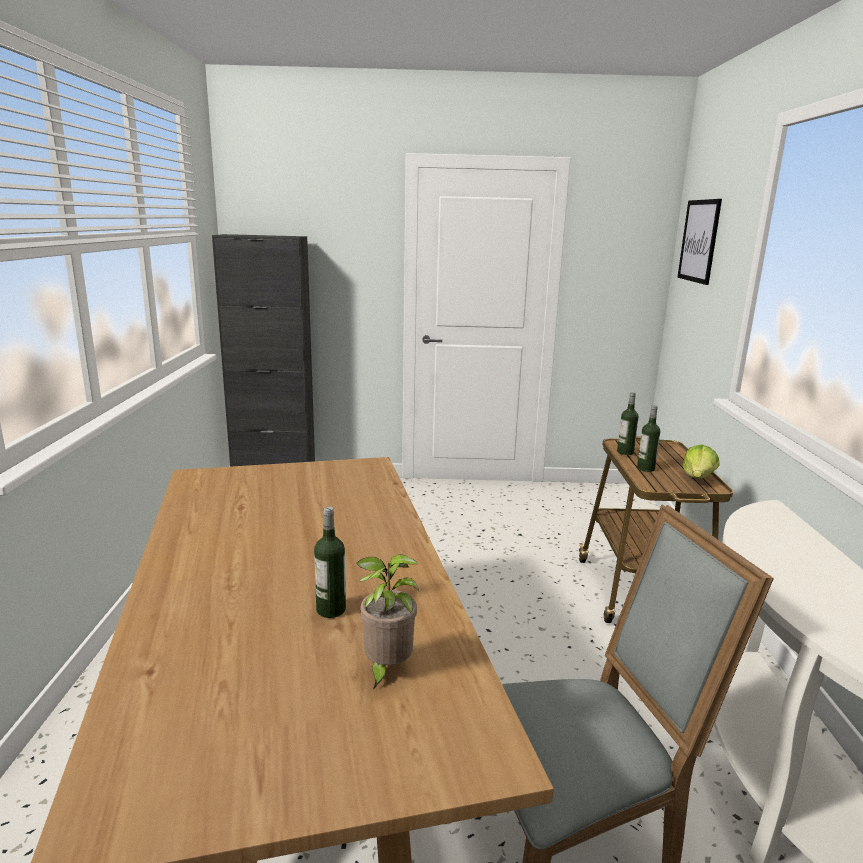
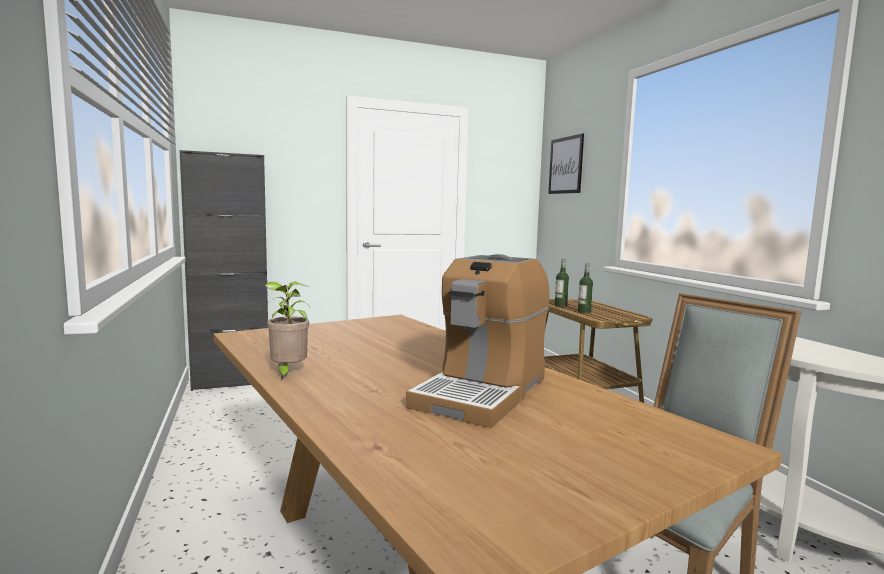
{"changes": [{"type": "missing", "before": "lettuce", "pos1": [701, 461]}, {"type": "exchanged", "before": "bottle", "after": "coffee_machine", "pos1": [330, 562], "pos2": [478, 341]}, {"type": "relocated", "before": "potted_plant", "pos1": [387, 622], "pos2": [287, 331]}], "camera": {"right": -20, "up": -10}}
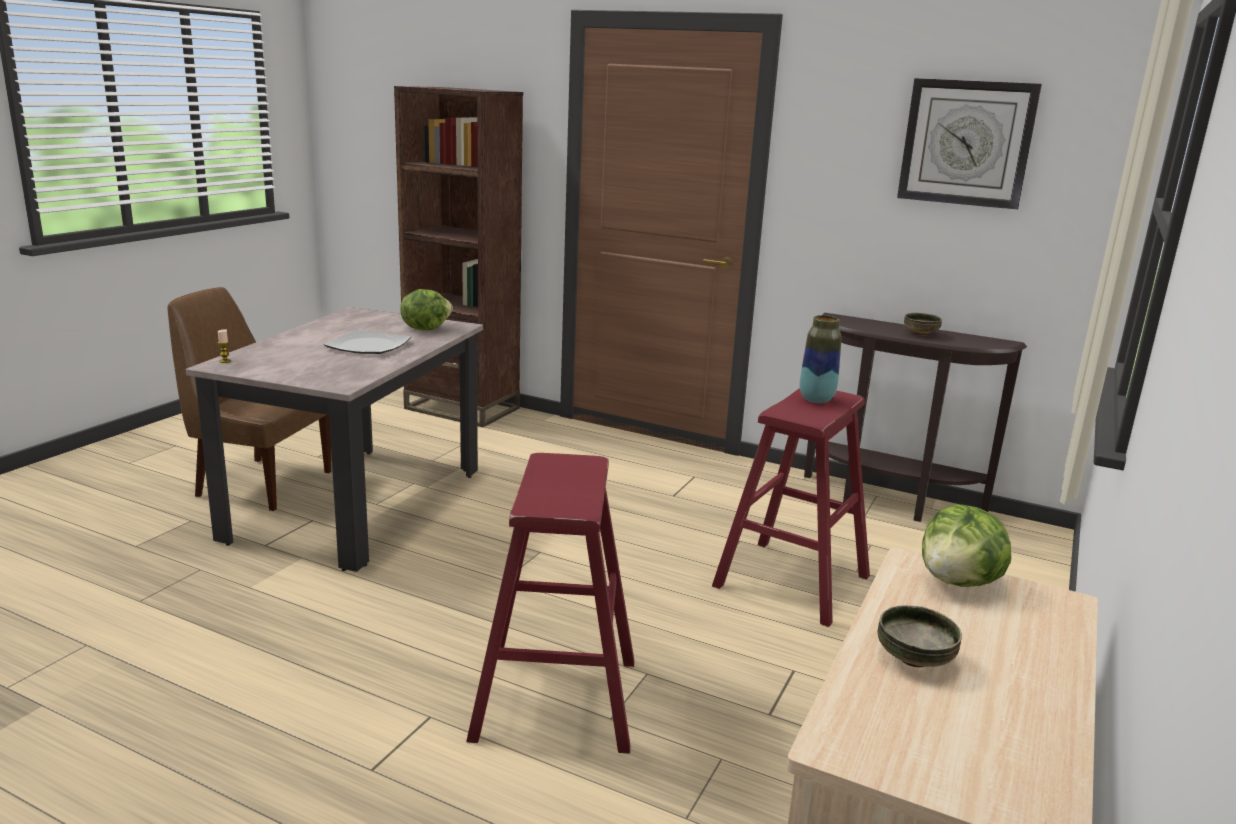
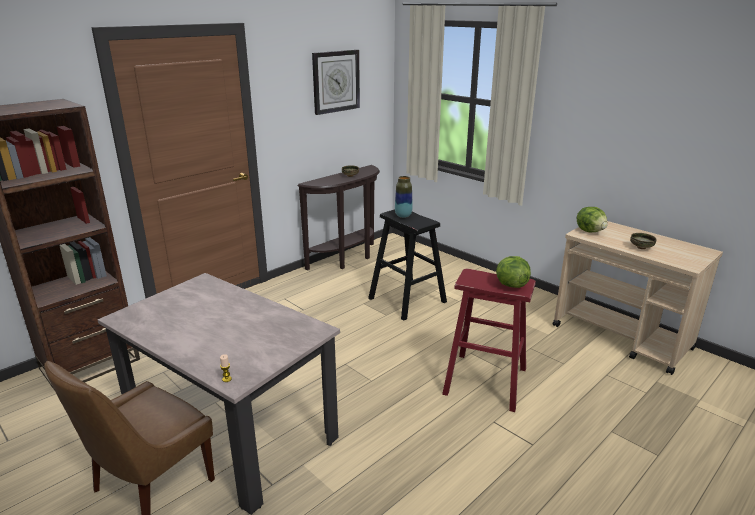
{"changes": [{"type": "relocated", "before": "lettuce", "pos1": [426, 310], "pos2": [513, 272]}, {"type": "missing", "before": "plate", "pos1": [367, 341]}, {"type": "colour", "before": "red_stool", "after": "black_stool", "pos1": [791, 507], "pos2": [407, 264]}], "camera": {"right": -70, "up": 5}}
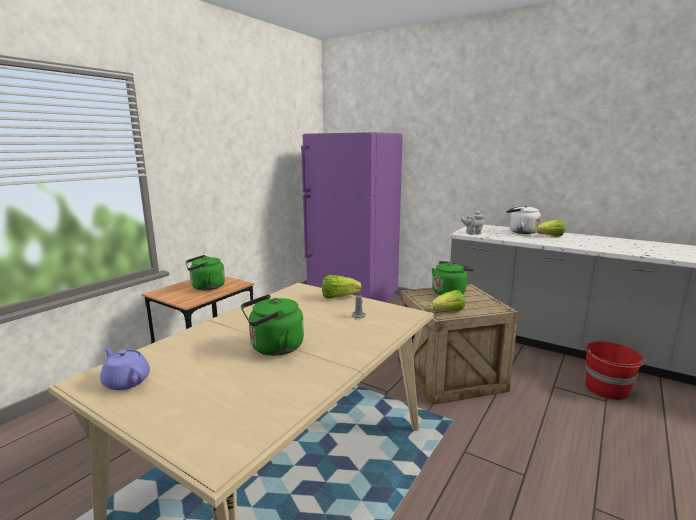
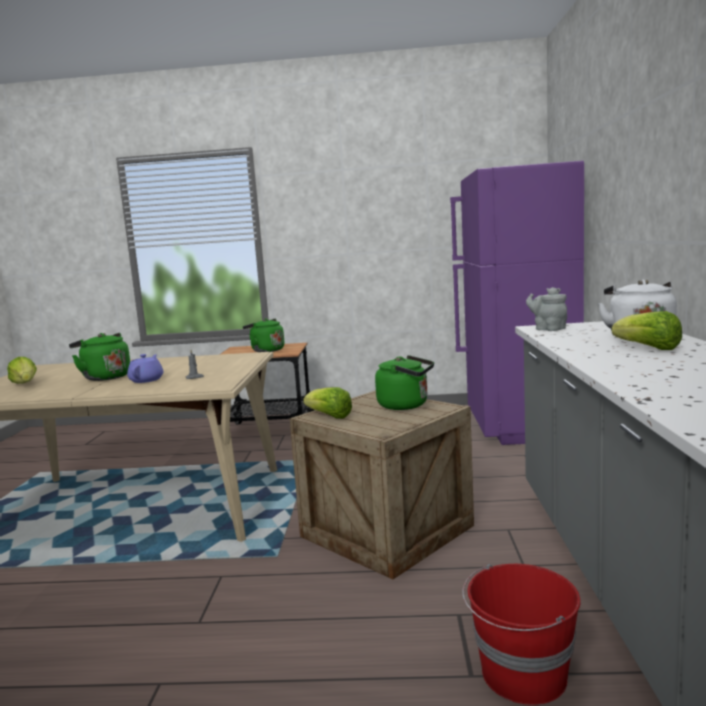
{"changes": [{"type": "relocated", "before": "lettuce", "pos1": [342, 287], "pos2": [22, 370]}, {"type": "relocated", "before": "purple_teapot", "pos1": [125, 368], "pos2": [145, 368]}], "camera": {"right": 60, "up": -5}}
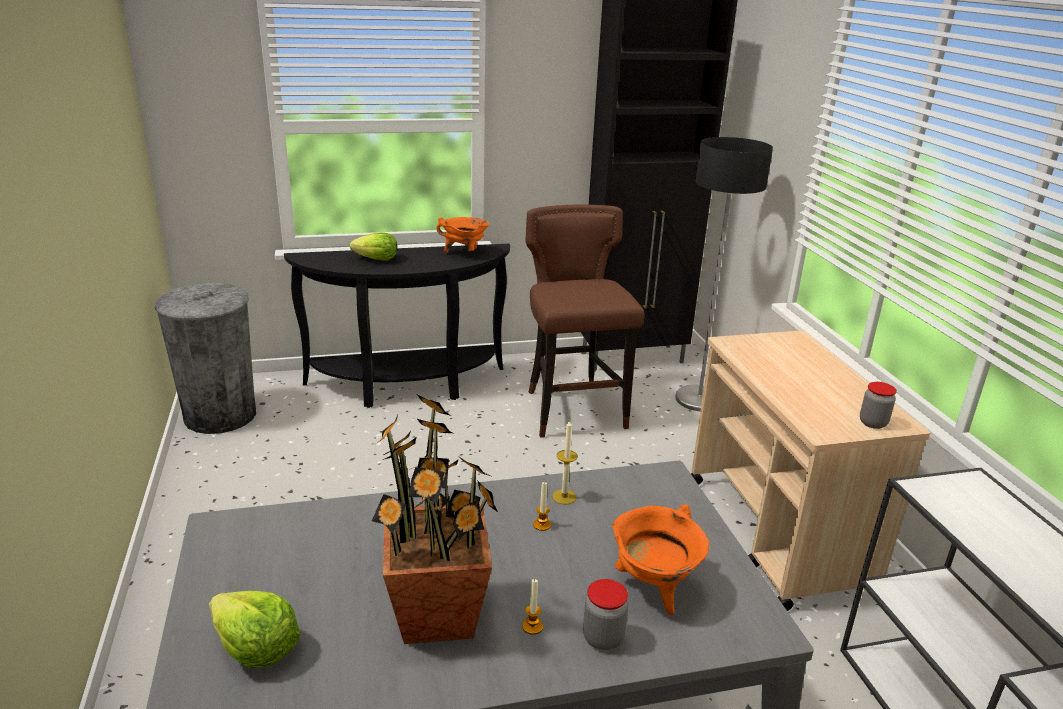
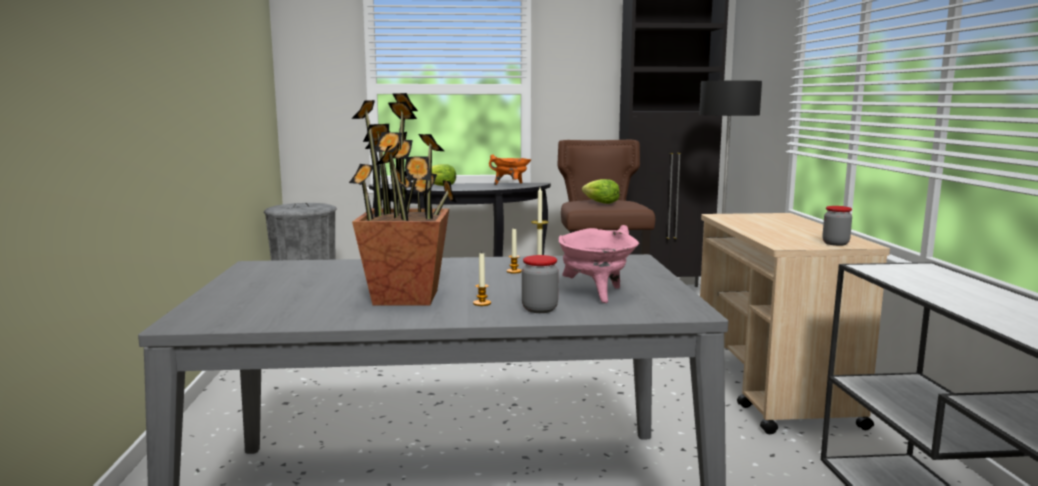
{"changes": [{"type": "colour", "before": "orange_cooking_pot", "after": "pink_cooking_pot", "pos1": [660, 559], "pos2": [599, 264]}, {"type": "relocated", "before": "lettuce", "pos1": [254, 630], "pos2": [601, 191]}], "camera": {"right": 10, "up": -15}}
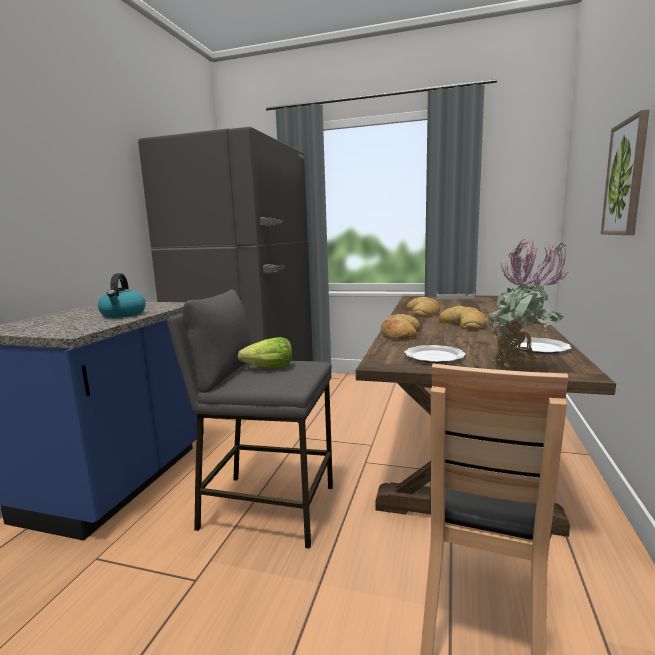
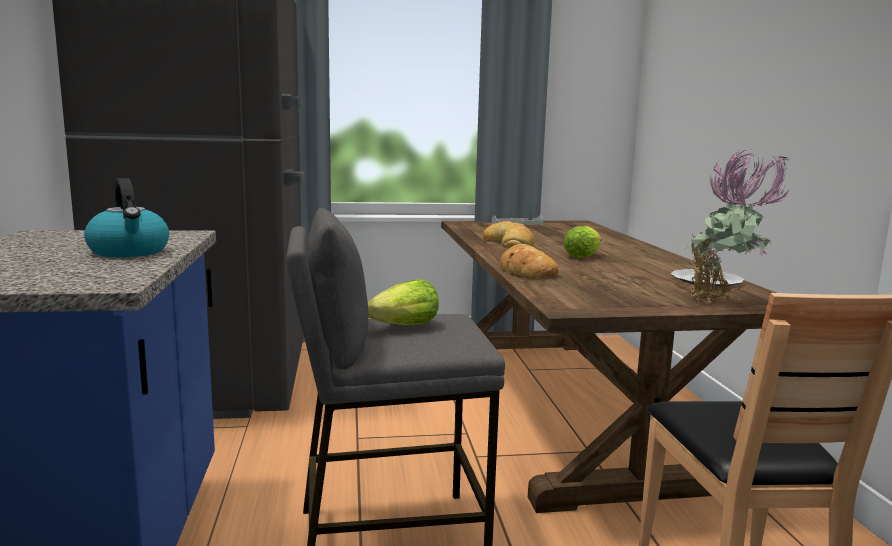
{"changes": [{"type": "missing", "before": "picture", "pos1": [625, 172]}, {"type": "exchanged", "before": "bread", "after": "lettuce", "pos1": [463, 318], "pos2": [582, 242]}, {"type": "missing", "before": "plate", "pos1": [435, 354]}], "camera": {"right": -25, "up": 0}}
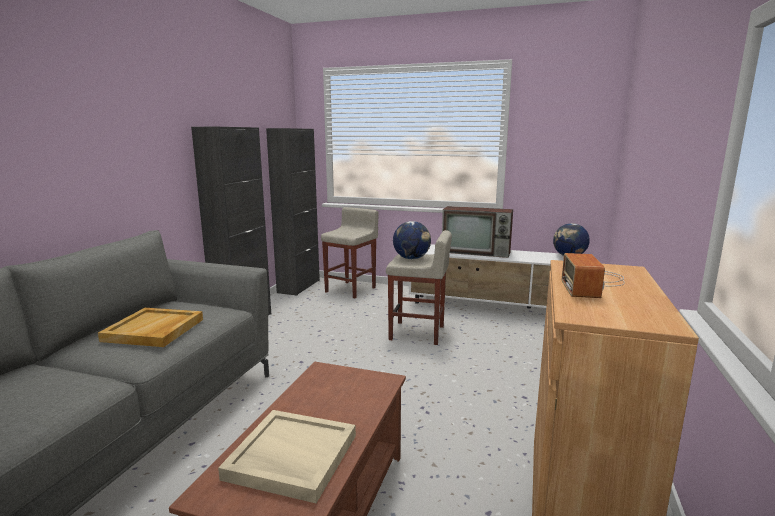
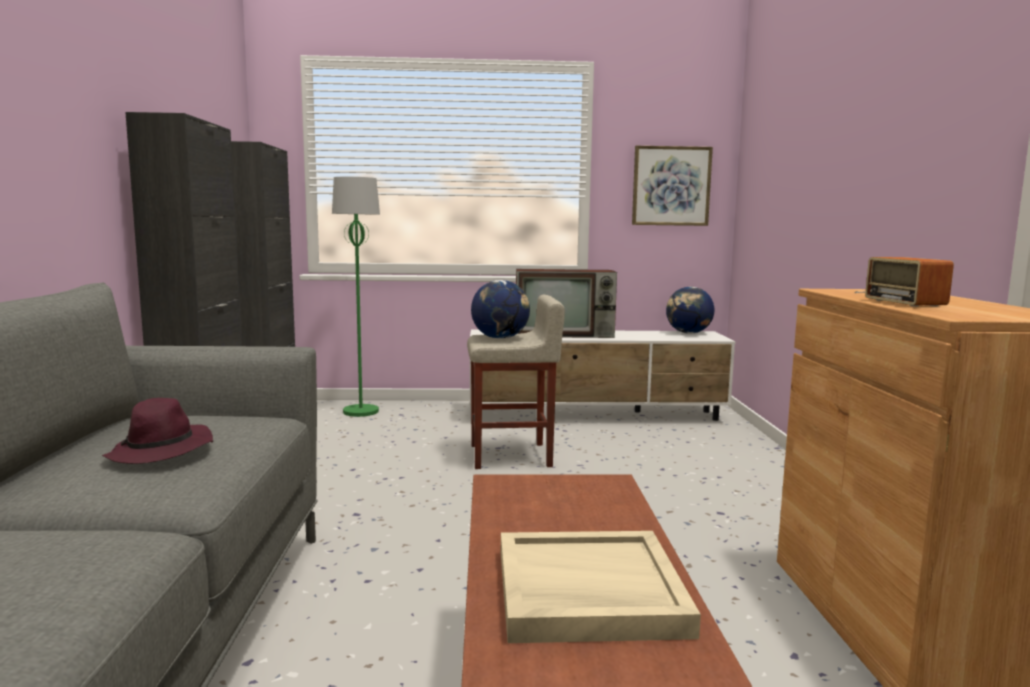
{"changes": [{"type": "exchanged", "before": "beige_stool", "after": "green_floor_lamp", "pos1": [349, 252], "pos2": [356, 297]}, {"type": "exchanged", "before": "beige_tray", "after": "purple_hat", "pos1": [150, 327], "pos2": [157, 431]}, {"type": "appeared", "after": "picture", "pos2": [672, 186]}], "camera": {"right": -20, "up": -5}}
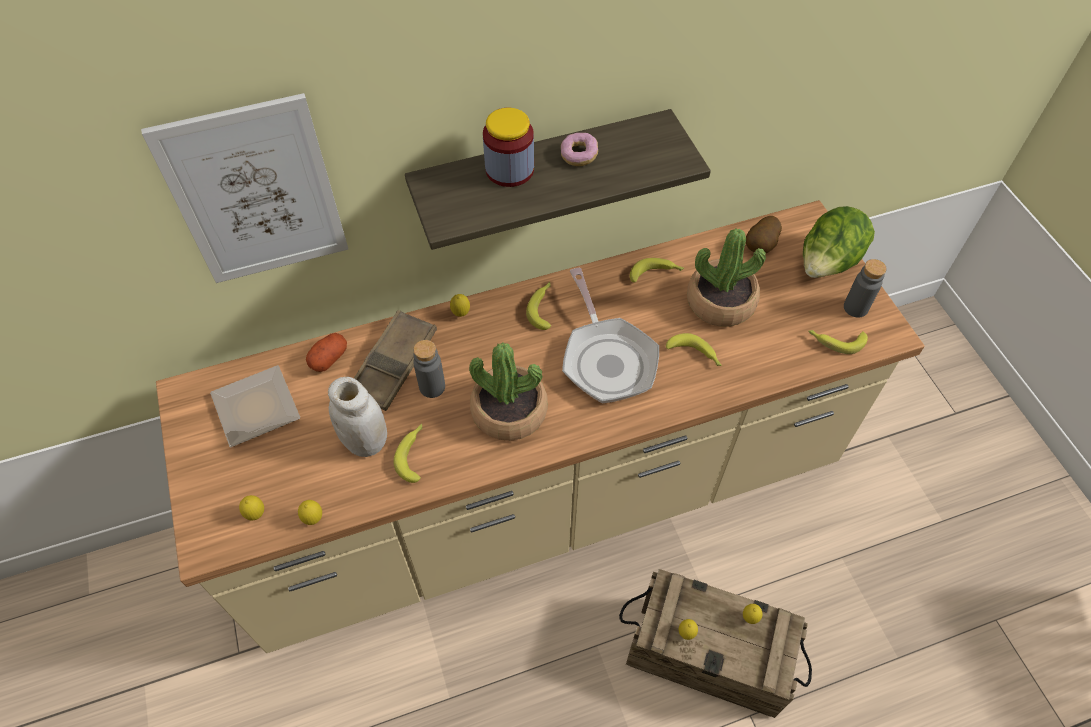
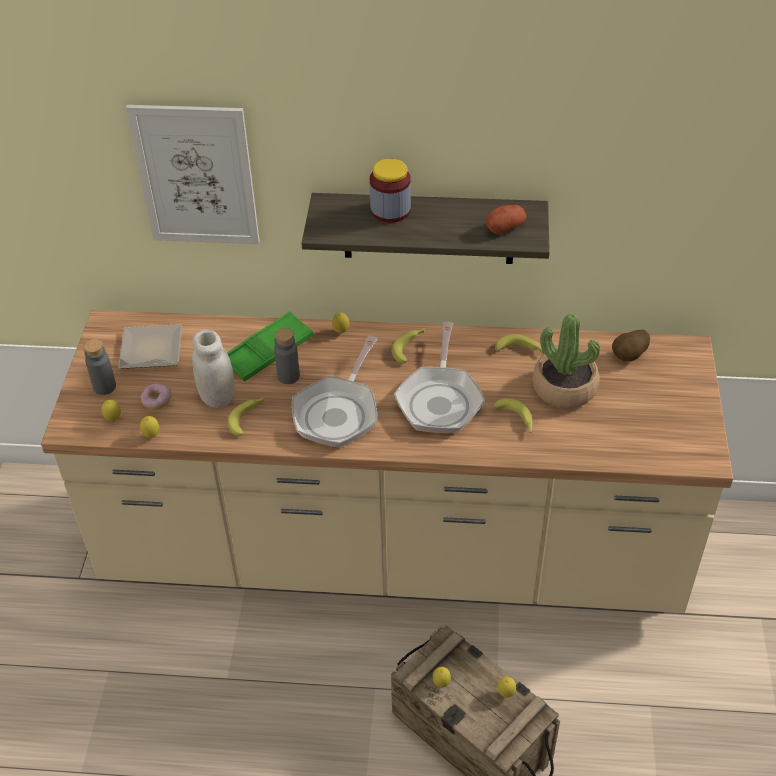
{"changes": [{"type": "relocated", "before": "donut", "pos1": [579, 149], "pos2": [156, 396]}, {"type": "missing", "before": "lettuce", "pos1": [839, 242]}, {"type": "relocated", "before": "grey_bottle", "pos1": [865, 288], "pos2": [100, 367]}, {"type": "colour", "before": "brown_tray", "after": "green_tray", "pos1": [395, 360], "pos2": [270, 346]}, {"type": "missing", "before": "banana", "pos1": [838, 342]}, {"type": "relocated", "before": "potato", "pos1": [326, 352], "pos2": [506, 219]}, {"type": "exchanged", "before": "potted_plant", "after": "frying_pan", "pos1": [508, 391], "pos2": [335, 392]}], "camera": {"right": 25, "up": -10}}
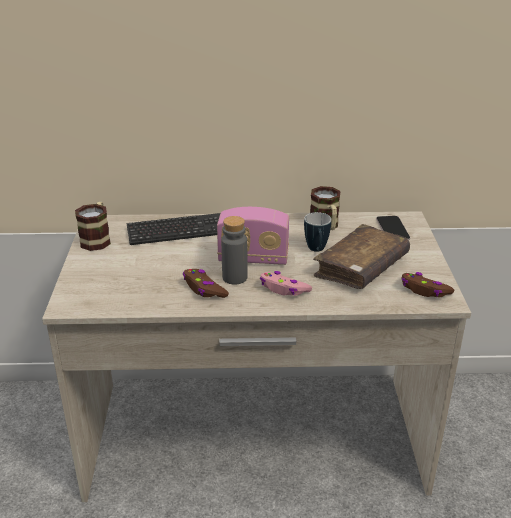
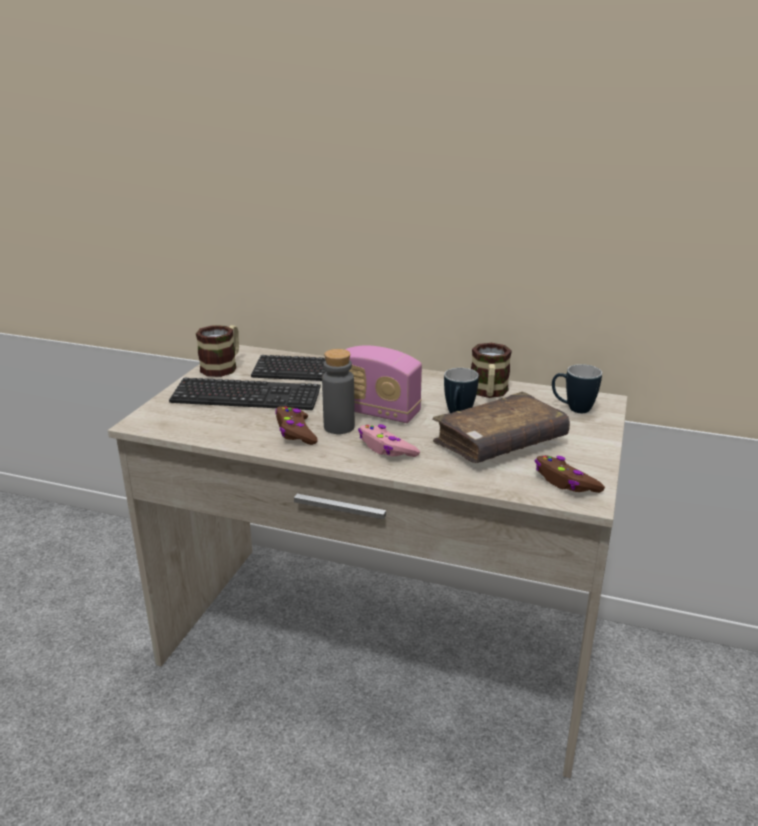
{"changes": [{"type": "exchanged", "before": "phone", "after": "mug", "pos1": [393, 228], "pos2": [577, 388]}, {"type": "appeared", "after": "keyboard", "pos2": [245, 394]}], "camera": {"right": 20, "up": -5}}
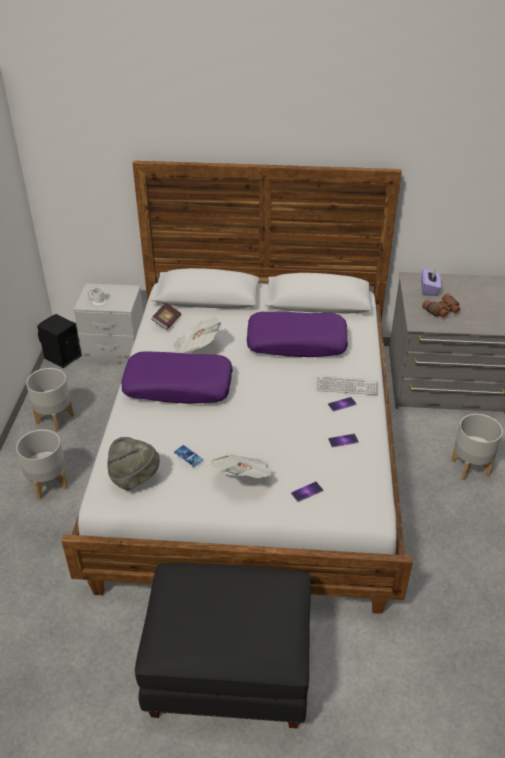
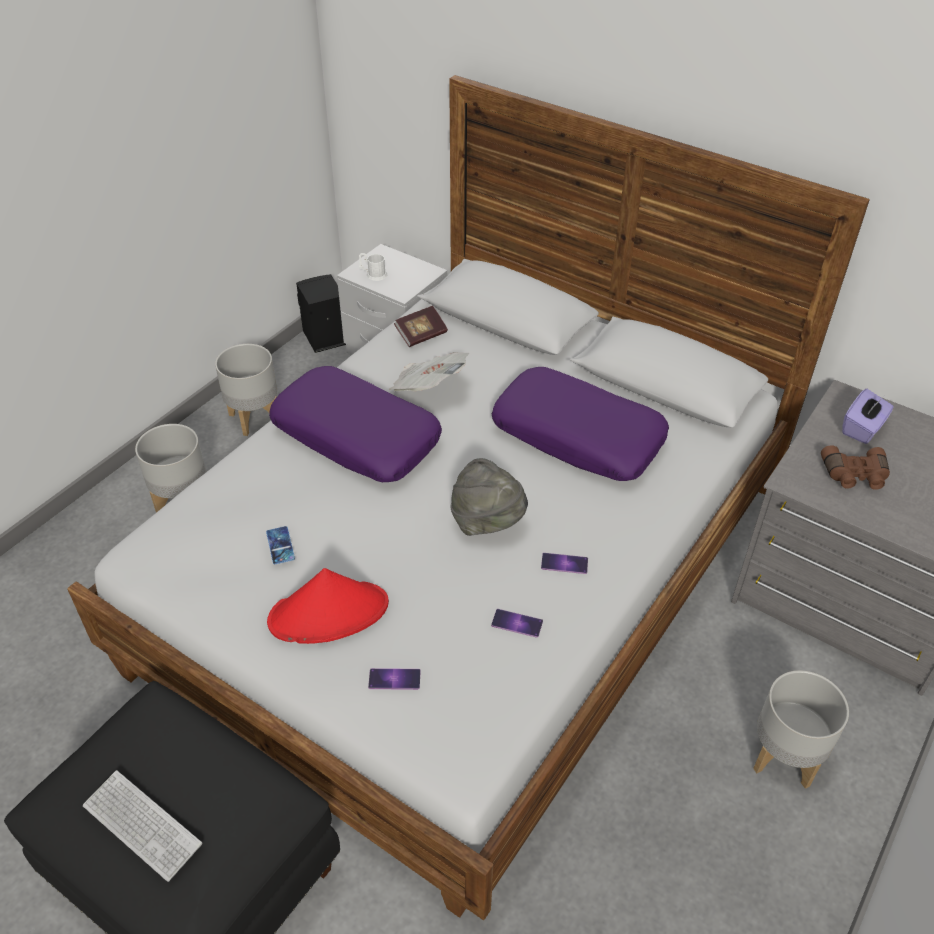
{"changes": [{"type": "relocated", "before": "keyboard", "pos1": [346, 385], "pos2": [143, 826]}, {"type": "relocated", "before": "grey_hat", "pos1": [133, 464], "pos2": [489, 497]}, {"type": "exchanged", "before": "newspaper", "after": "red_hat", "pos1": [241, 466], "pos2": [328, 606]}], "camera": {"right": 30, "up": 5}}
